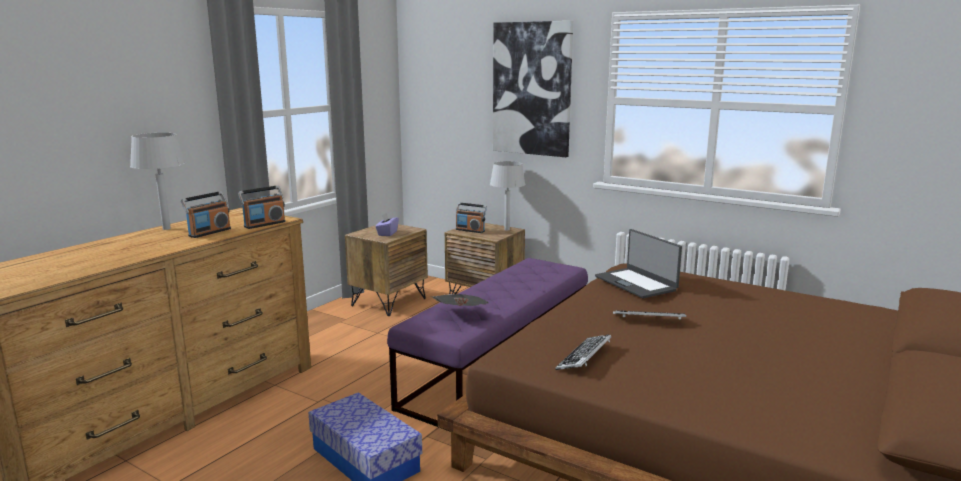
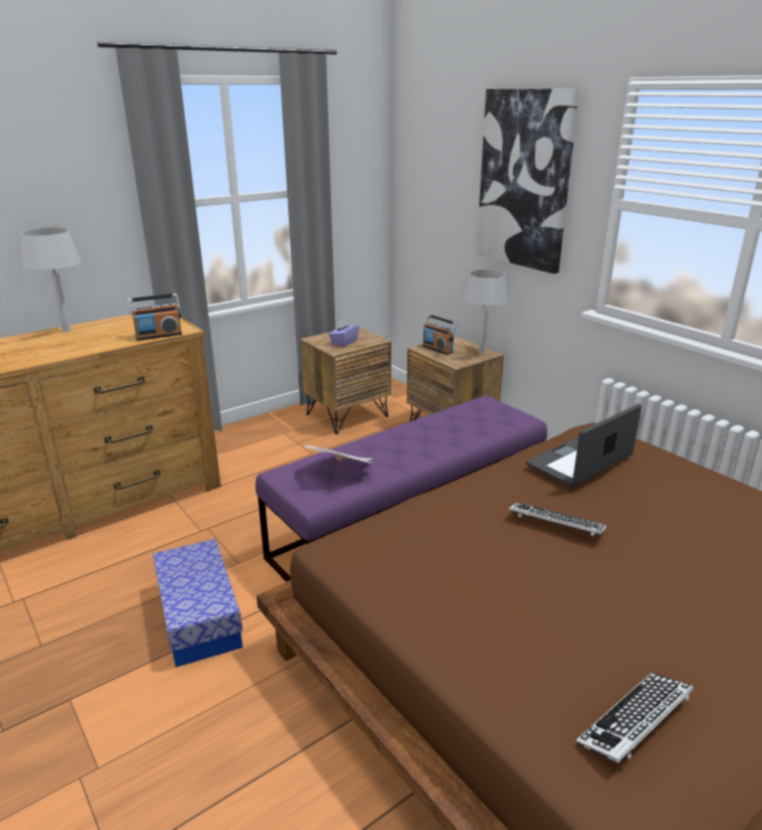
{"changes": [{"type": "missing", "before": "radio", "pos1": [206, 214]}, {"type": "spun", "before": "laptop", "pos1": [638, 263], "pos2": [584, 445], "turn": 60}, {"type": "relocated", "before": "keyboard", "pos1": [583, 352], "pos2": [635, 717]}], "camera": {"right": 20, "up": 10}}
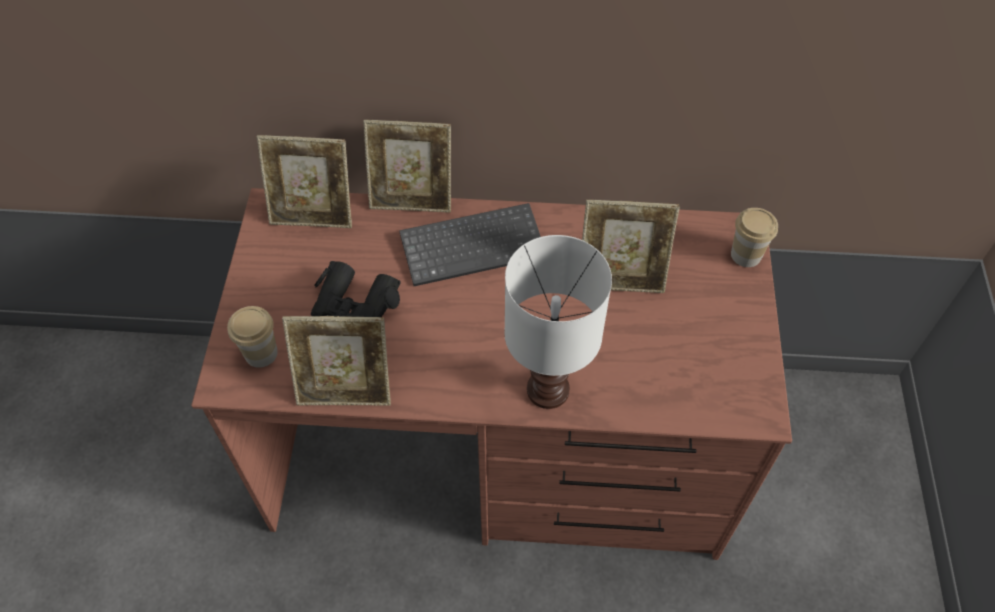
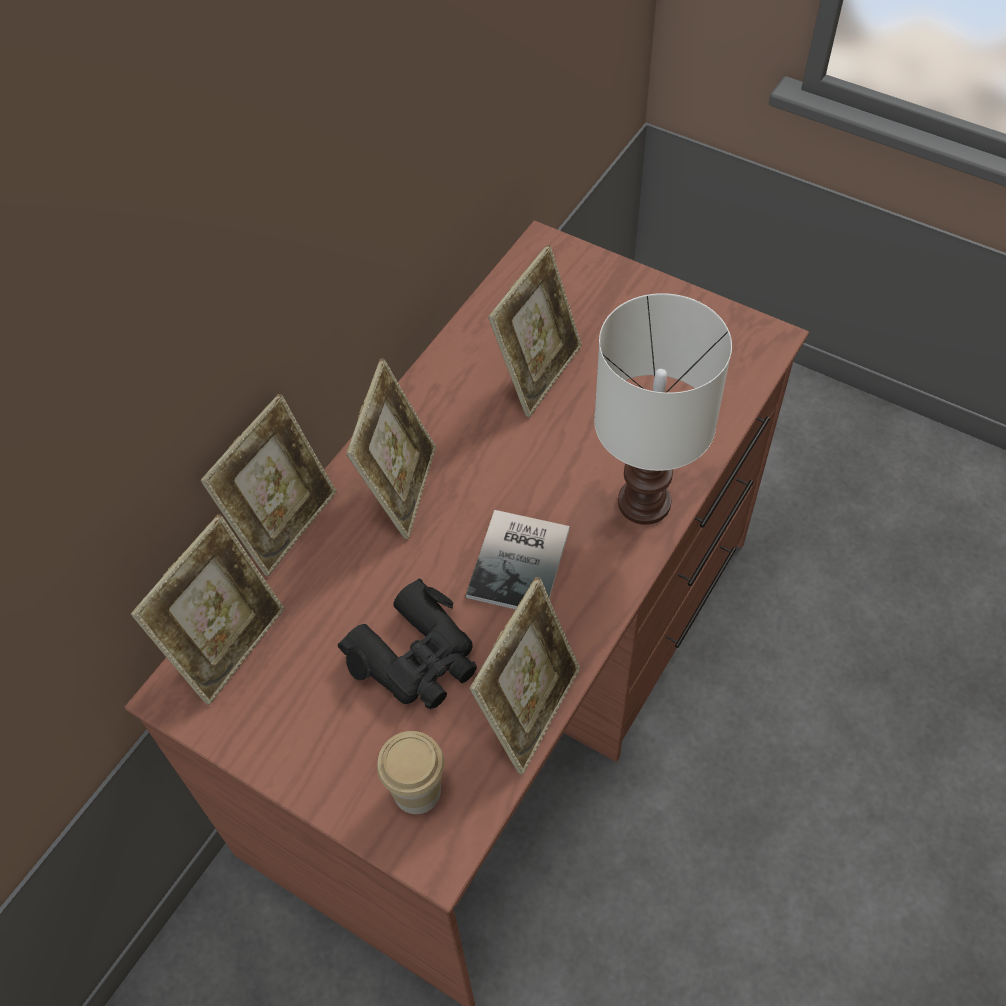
{"changes": [{"type": "exchanged", "before": "keyboard", "after": "picture_frame", "pos1": [470, 244], "pos2": [391, 449]}, {"type": "missing", "before": "cup", "pos1": [754, 237]}, {"type": "appeared", "after": "book", "pos2": [517, 559]}], "camera": {"right": -60, "up": 0}}
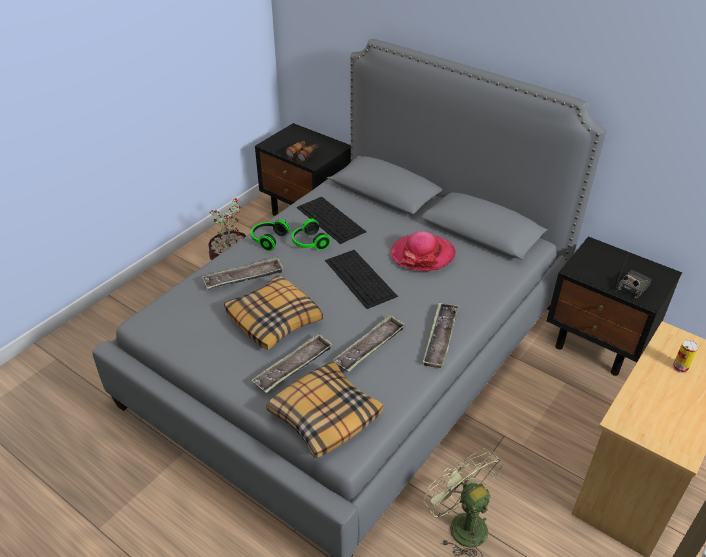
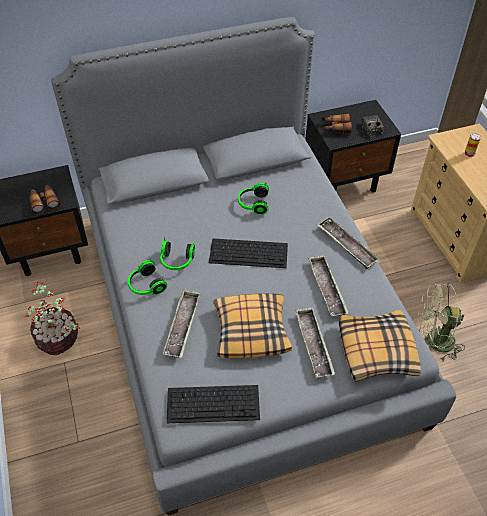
{"changes": [{"type": "relocated", "before": "keyboard", "pos1": [331, 220], "pos2": [213, 404]}, {"type": "exchanged", "before": "hat", "after": "headphones", "pos1": [423, 251], "pos2": [253, 199]}, {"type": "appeared", "after": "binoculars", "pos2": [336, 123]}], "camera": {"right": -55, "up": 10}}
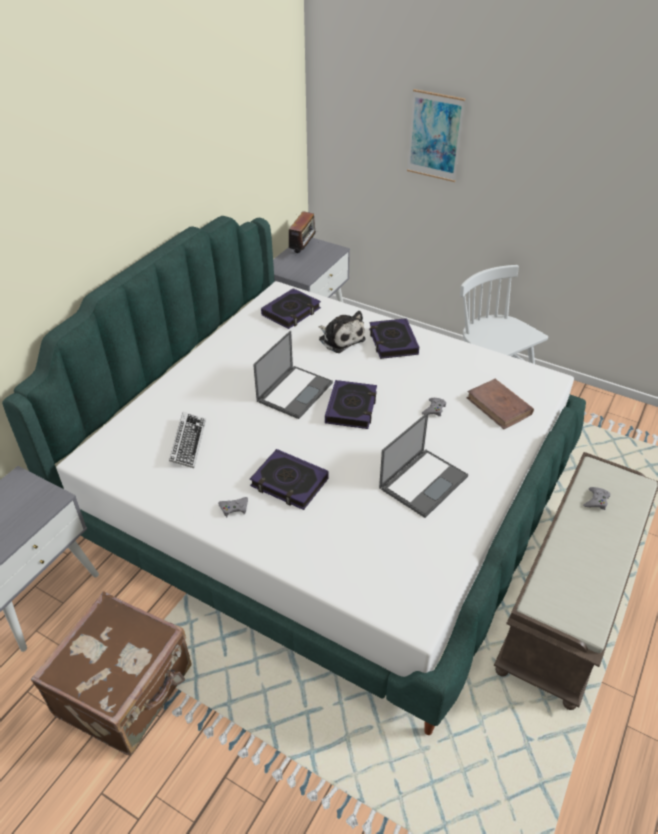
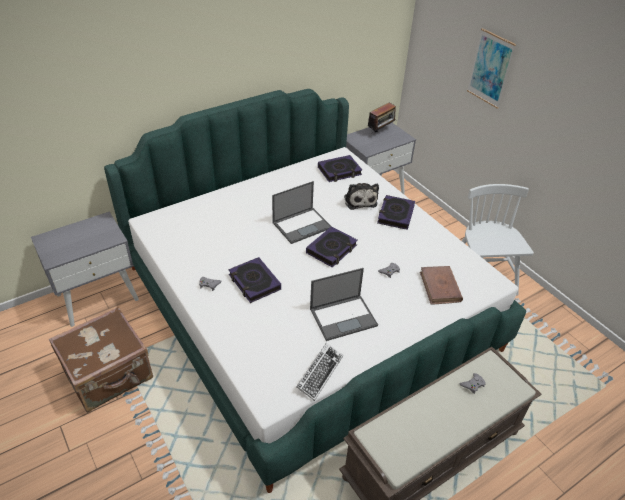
{"changes": [{"type": "relocated", "before": "keyboard", "pos1": [187, 440], "pos2": [319, 372]}], "camera": {"right": 25, "up": 0}}
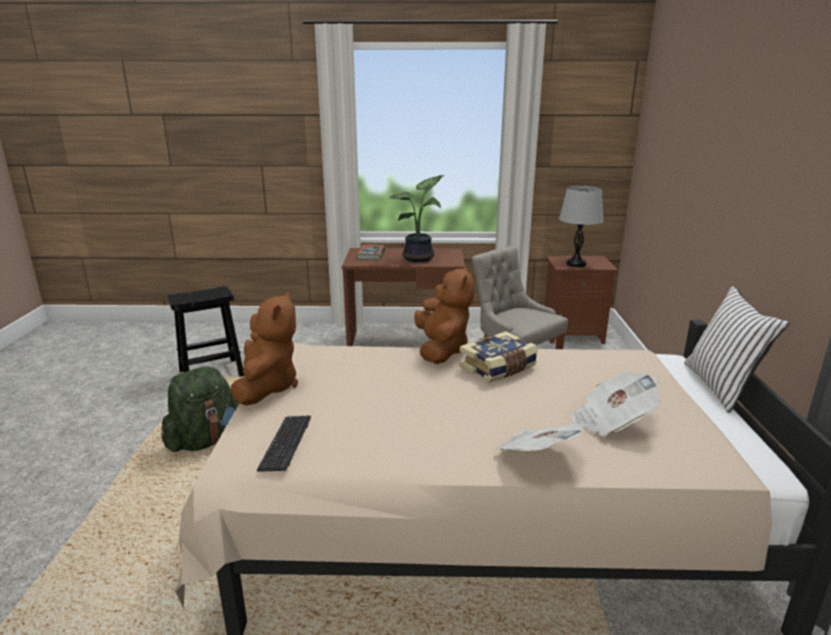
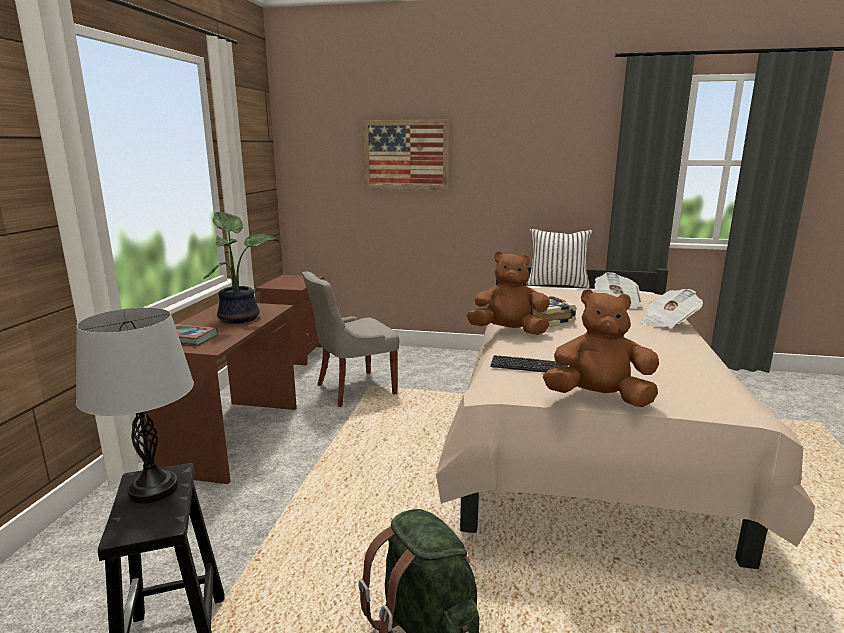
{"changes": [{"type": "relocated", "before": "grey_table_lamp", "pos1": [581, 226], "pos2": [135, 405]}, {"type": "relocated", "before": "keyboard", "pos1": [284, 444], "pos2": [529, 363]}, {"type": "appeared", "after": "picture", "pos2": [406, 154]}], "camera": {"right": -80, "up": -5}}
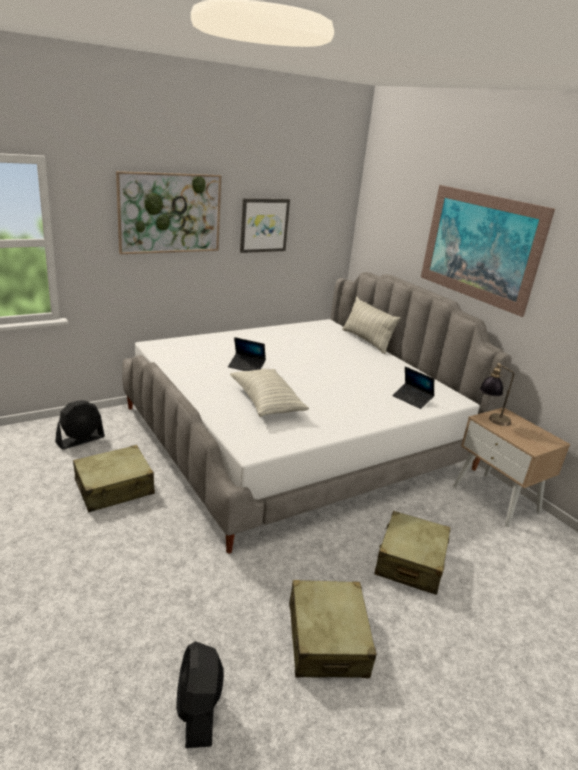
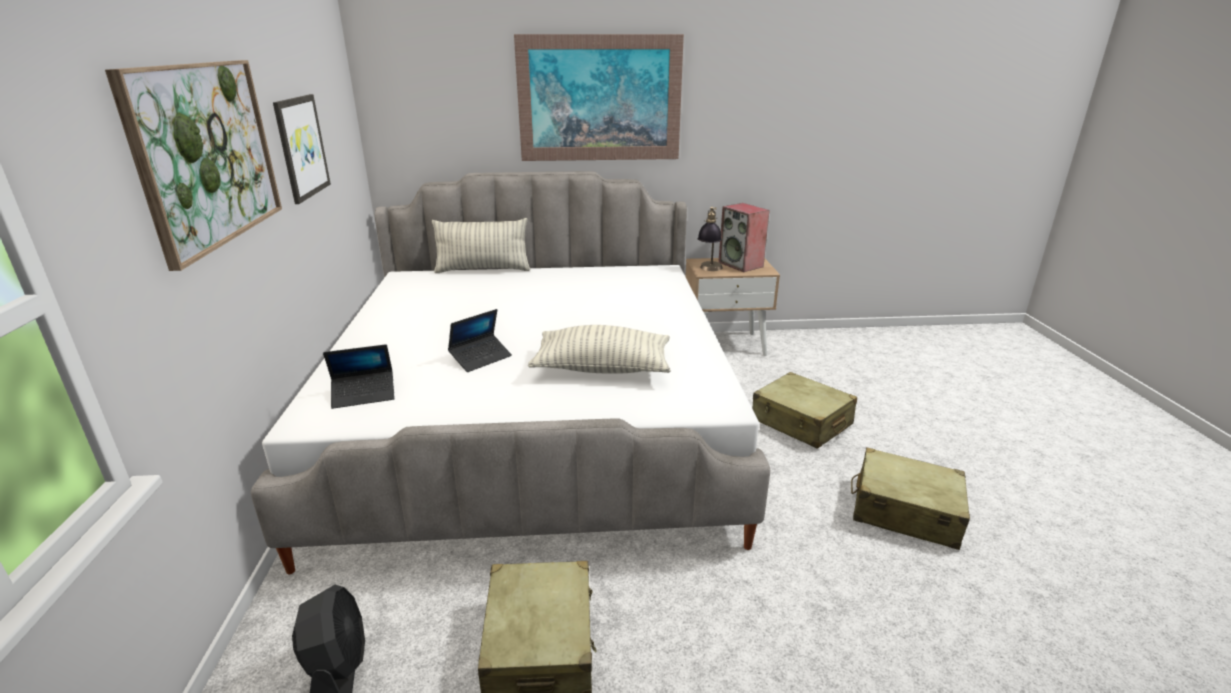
{"changes": [{"type": "relocated", "before": "laptop", "pos1": [413, 387], "pos2": [359, 376]}, {"type": "missing", "before": "black_fan", "pos1": [200, 694]}, {"type": "appeared", "after": "speaker", "pos2": [744, 237]}], "camera": {"right": -60, "up": 0}}
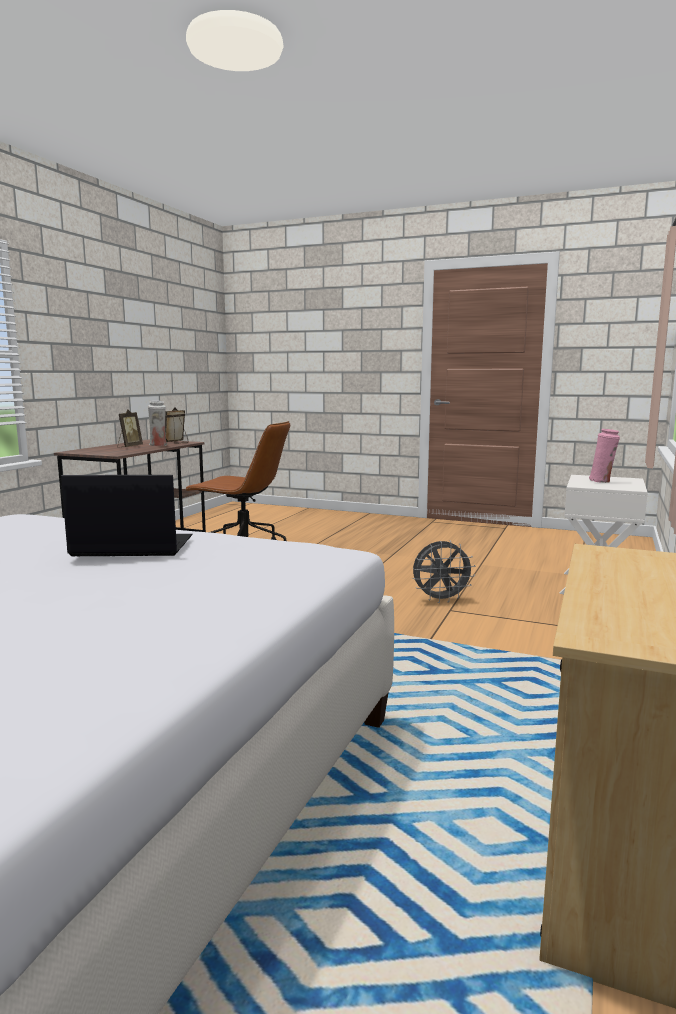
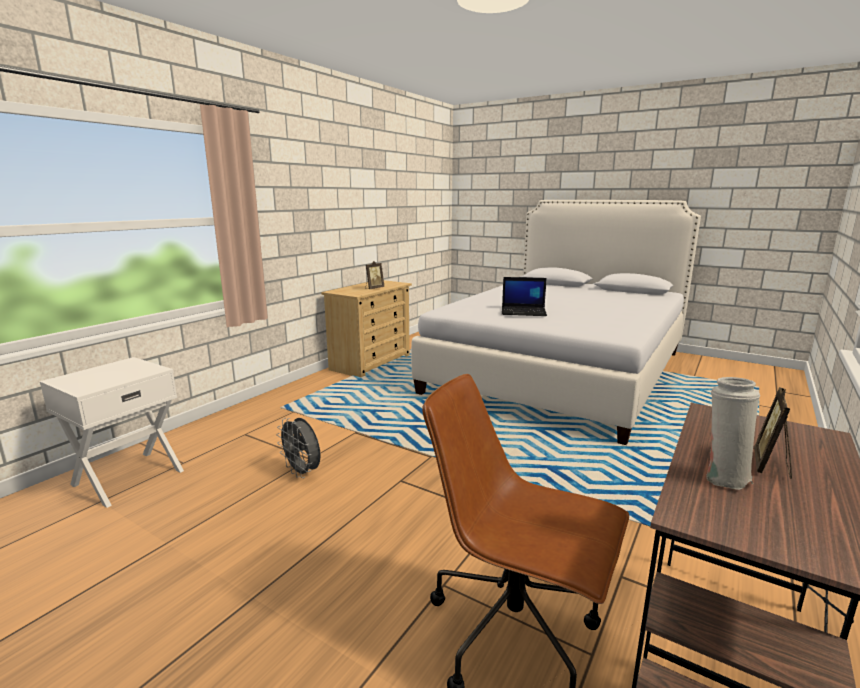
{"changes": [{"type": "relocated", "before": "picture_frame", "pos1": [177, 425], "pos2": [374, 275]}, {"type": "missing", "before": "pink_vase", "pos1": [604, 456]}, {"type": "spun", "before": "grey_fan", "pos1": [444, 571], "pos2": [299, 448], "turn": -135}], "camera": {"right": -170, "up": 5}}
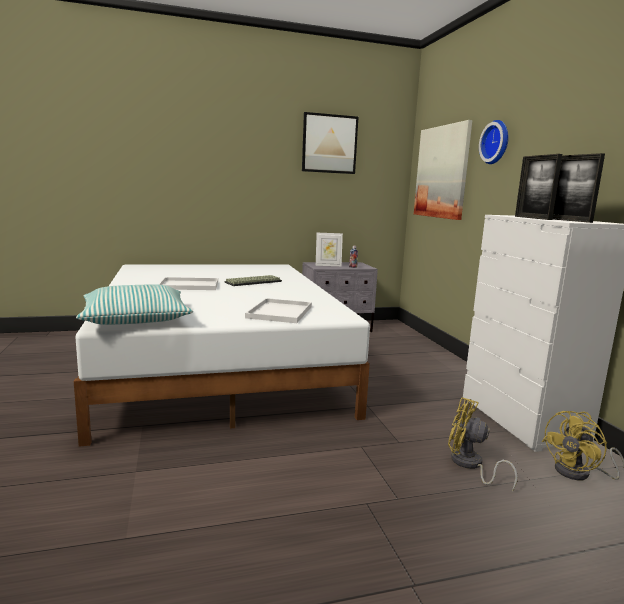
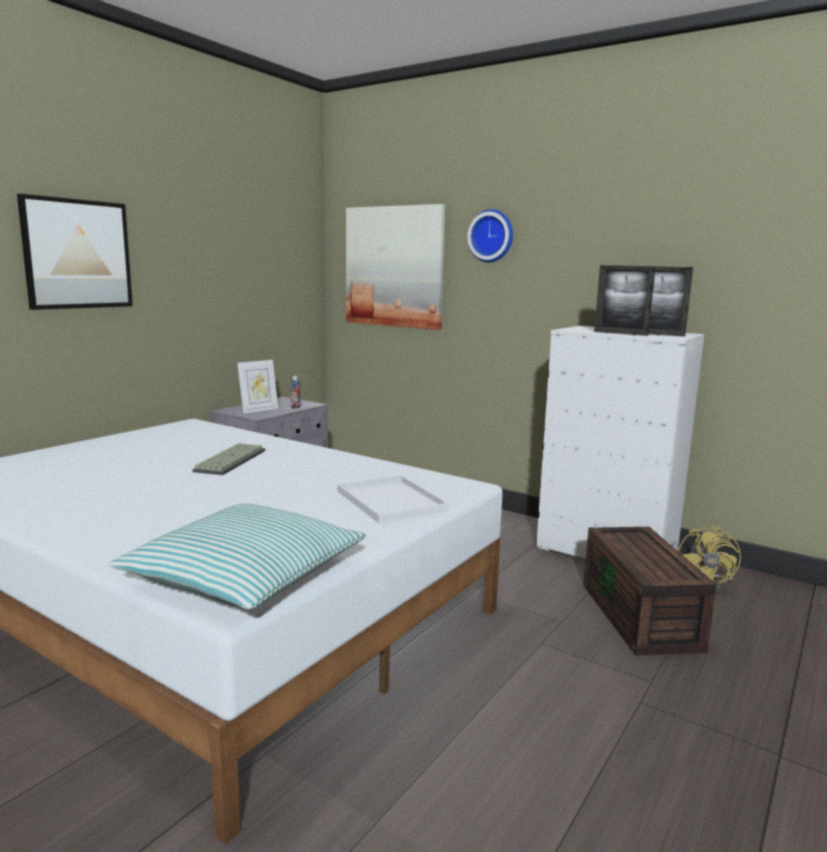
{"changes": [{"type": "relocated", "before": "picture", "pos1": [330, 143], "pos2": [75, 252]}, {"type": "missing", "before": "white_tray", "pos1": [188, 283]}, {"type": "exchanged", "before": "yellow_fan", "after": "brown_storage_box", "pos1": [483, 444], "pos2": [650, 591]}], "camera": {"right": -40, "up": 0}}
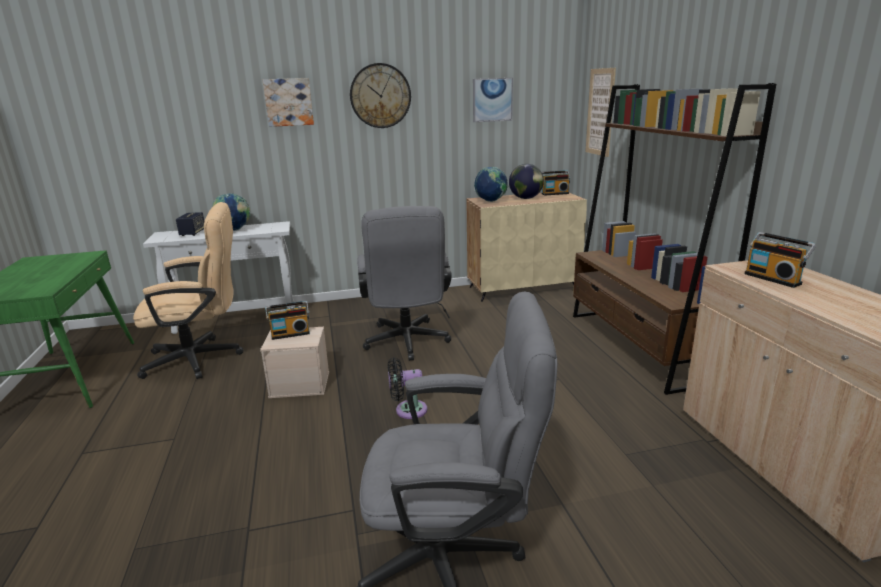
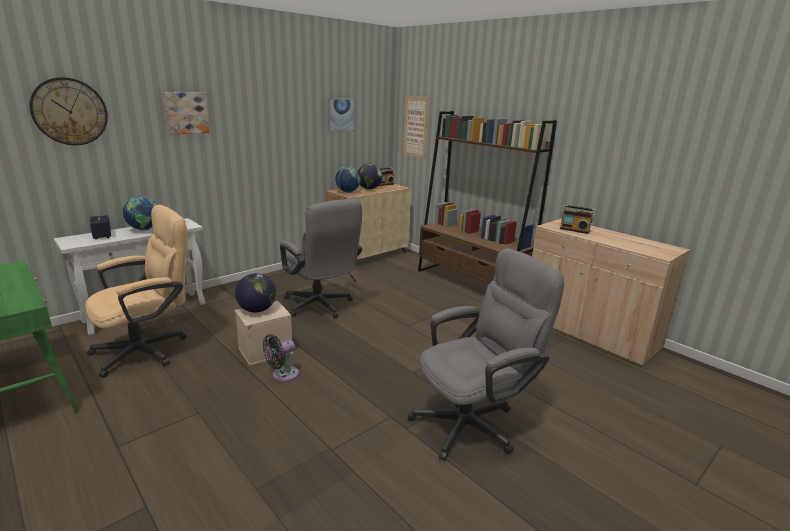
{"changes": [{"type": "relocated", "before": "wall_clock", "pos1": [380, 95], "pos2": [68, 111]}, {"type": "exchanged", "before": "radio", "after": "globe", "pos1": [287, 320], "pos2": [255, 293]}, {"type": "relocated", "before": "black_fan", "pos1": [407, 388], "pos2": [281, 358]}], "camera": {"right": -30, "up": 0}}
